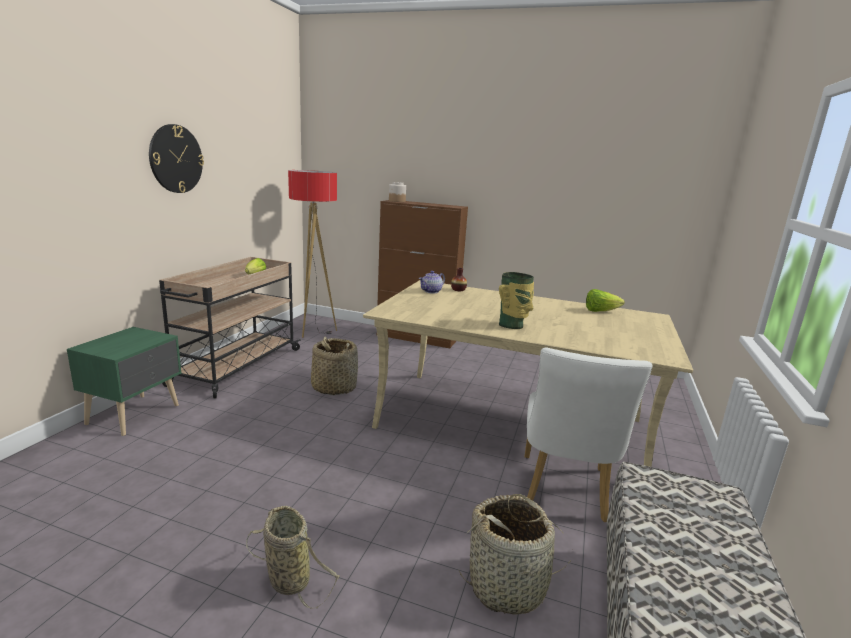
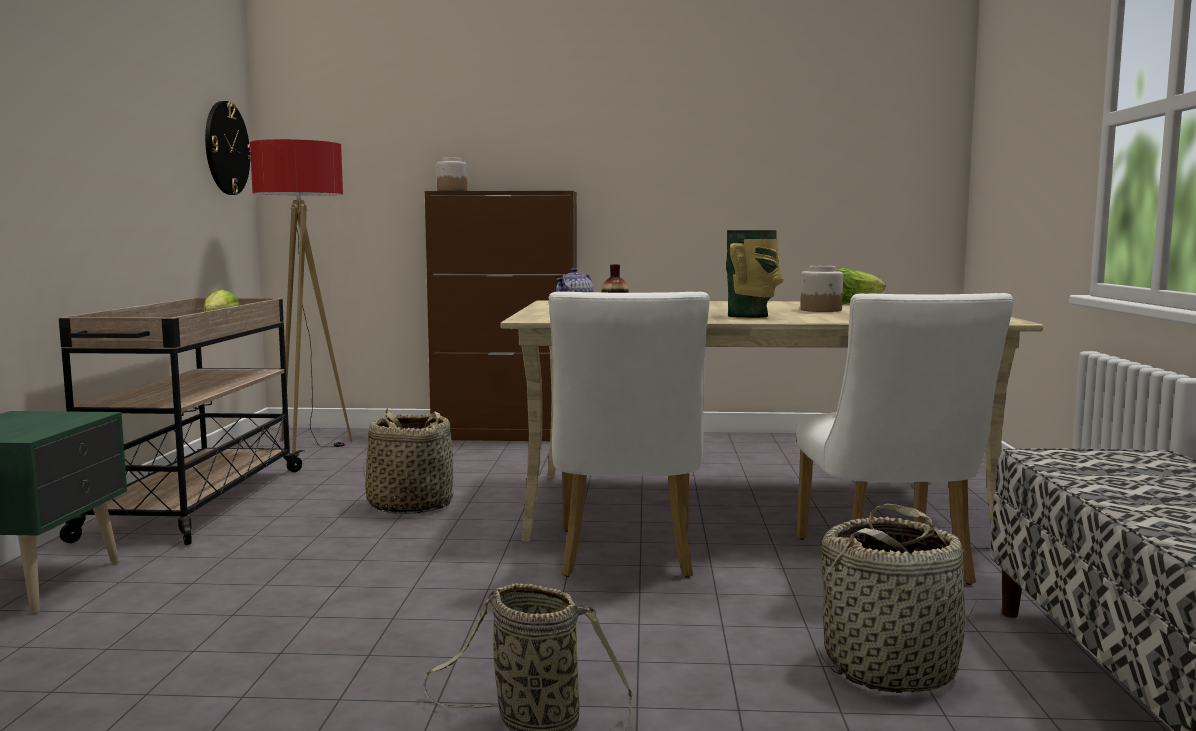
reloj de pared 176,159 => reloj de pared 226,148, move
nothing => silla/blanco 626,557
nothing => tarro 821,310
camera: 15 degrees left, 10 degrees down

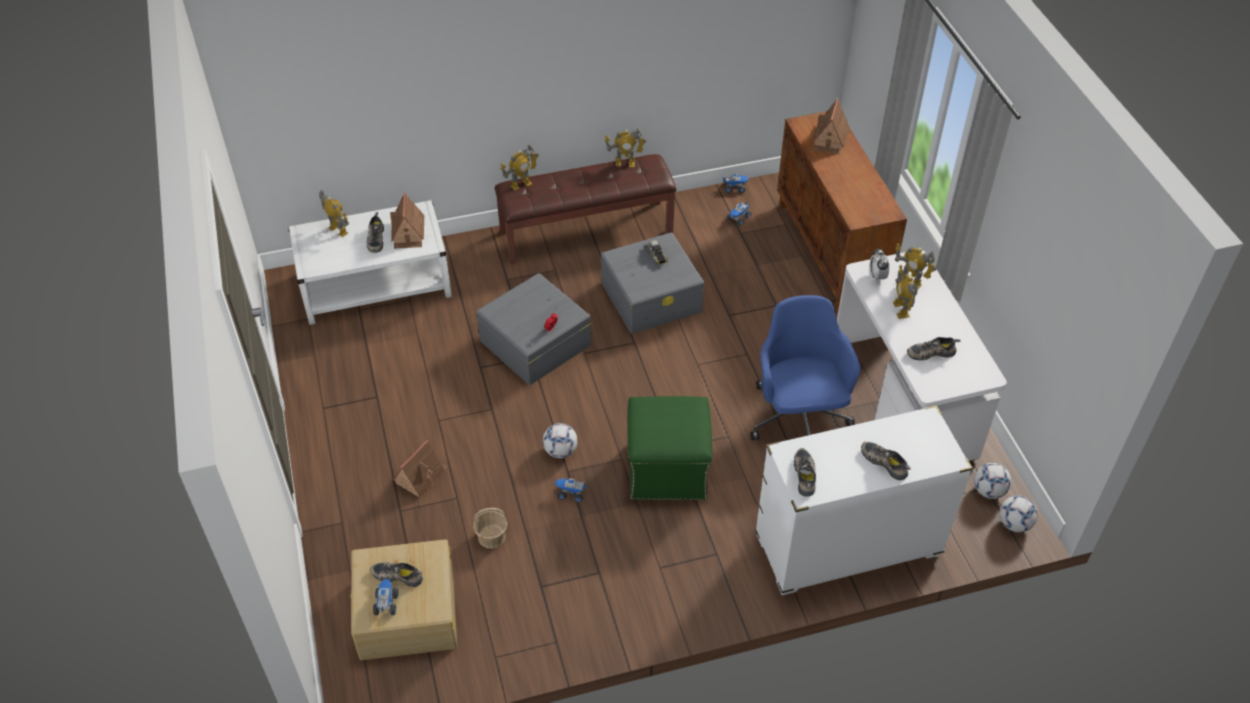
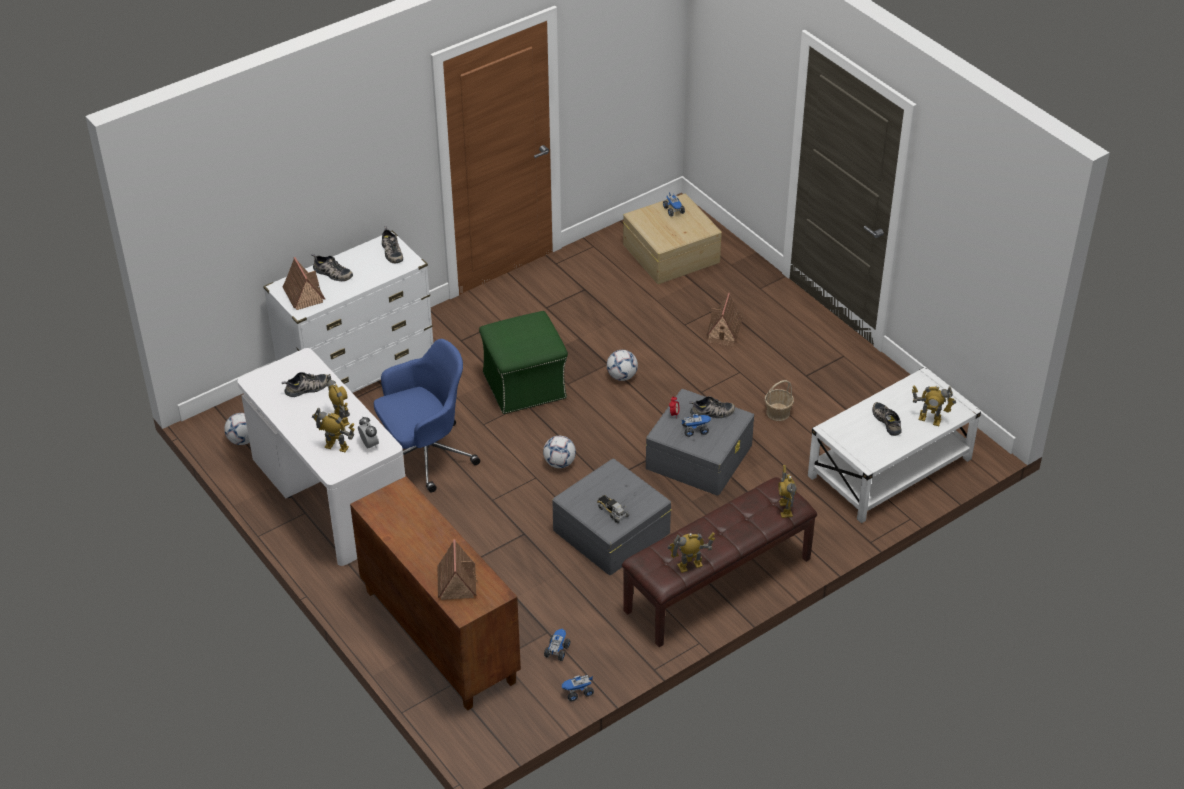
zapato 398,575 => zapato 712,413, move
casita 408,233 => casita 303,294, move
cesta 491,536 => cesta 778,412, move
robot de juguete 521,185 => robot de juguete 785,509, 45 degrees counterclockwise
camión de juguete 571,494 => camión de juguete 695,429, move
silla de oficina/azul 798,418 => silla de oficina/azul 425,455, 90 degrees counterclockwise
balón de fútbol 1014,524 => balón de fútbol 559,463, move
camera: 160 degrees right, 5 degrees down

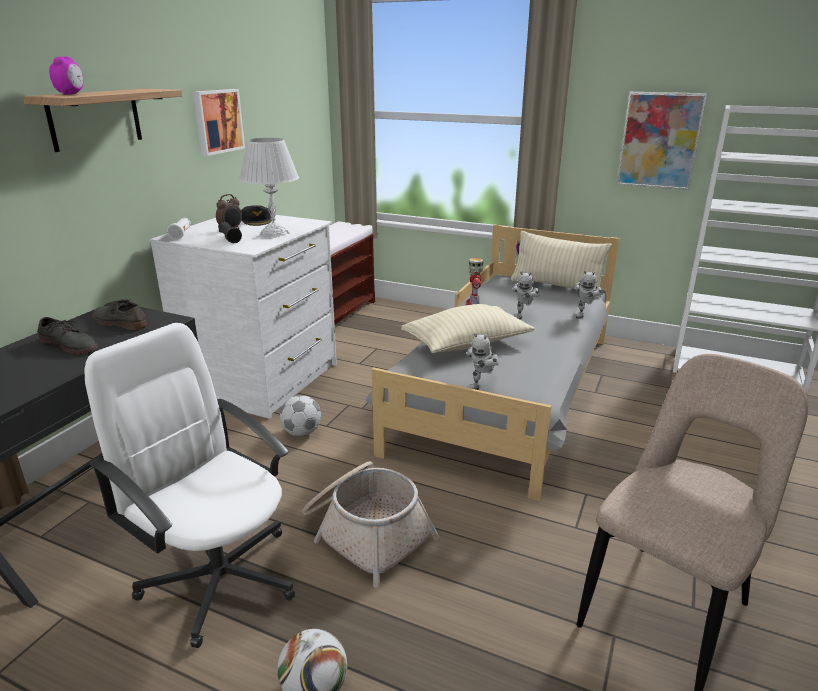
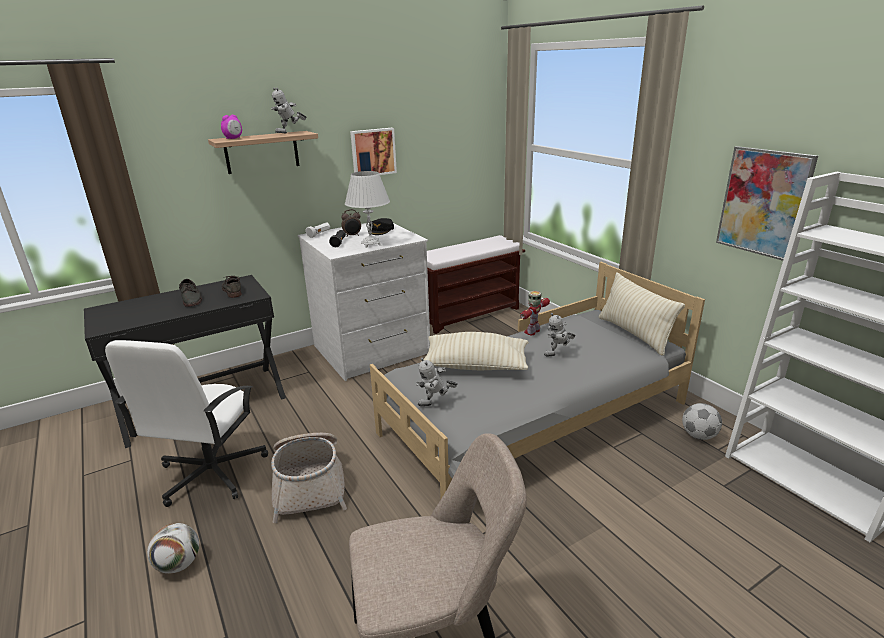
silla de oficina/blanco 220,577 => silla de oficina/blanco 210,473, 150 degrees counterclockwise
balón de fútbol 302,433 => balón de fútbol 698,436, move
robot de juguete 584,315 => robot de juguete 290,133, move
camera: 35 degrees right, 0 degrees up

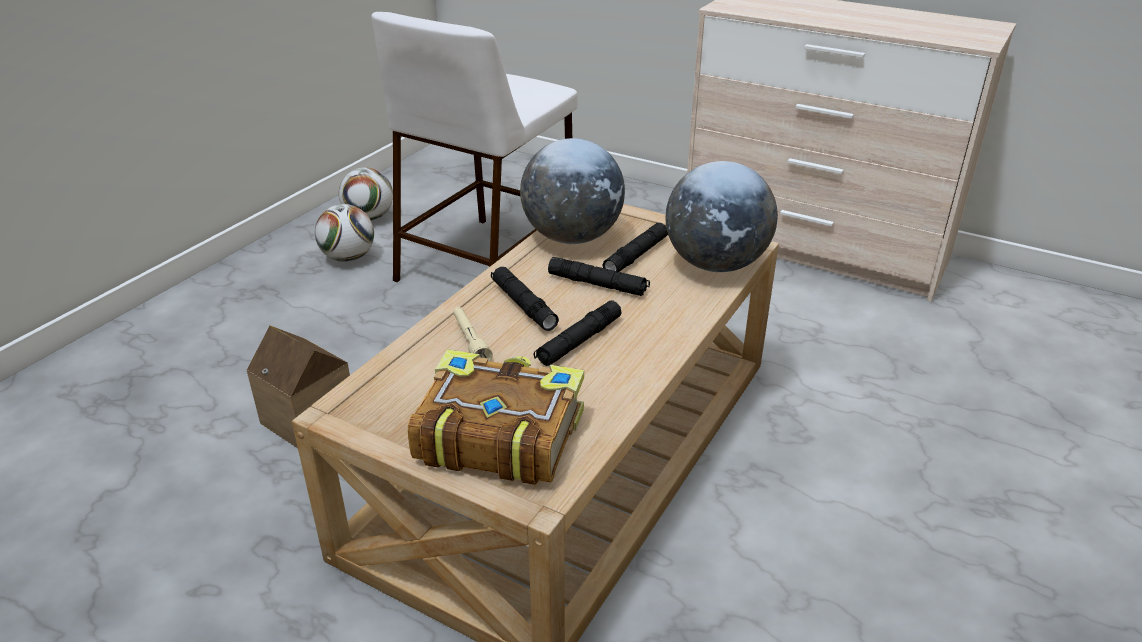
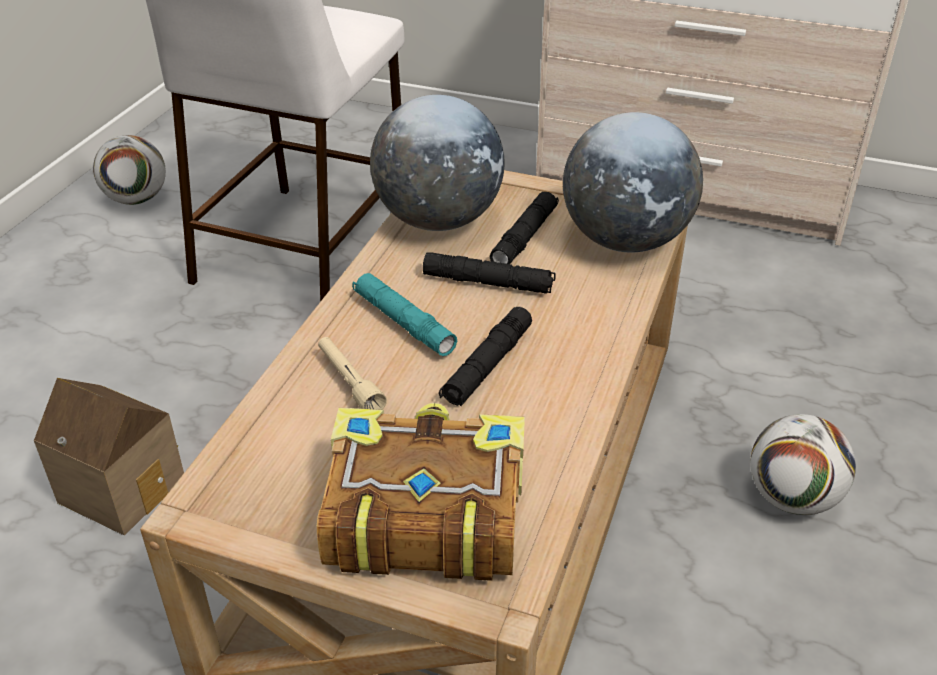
balón de fútbol 348,258 => balón de fútbol 791,498, move
linterna/negro 523,305 => linterna/turquesa 403,322
camera: 10 degrees left, 5 degrees up

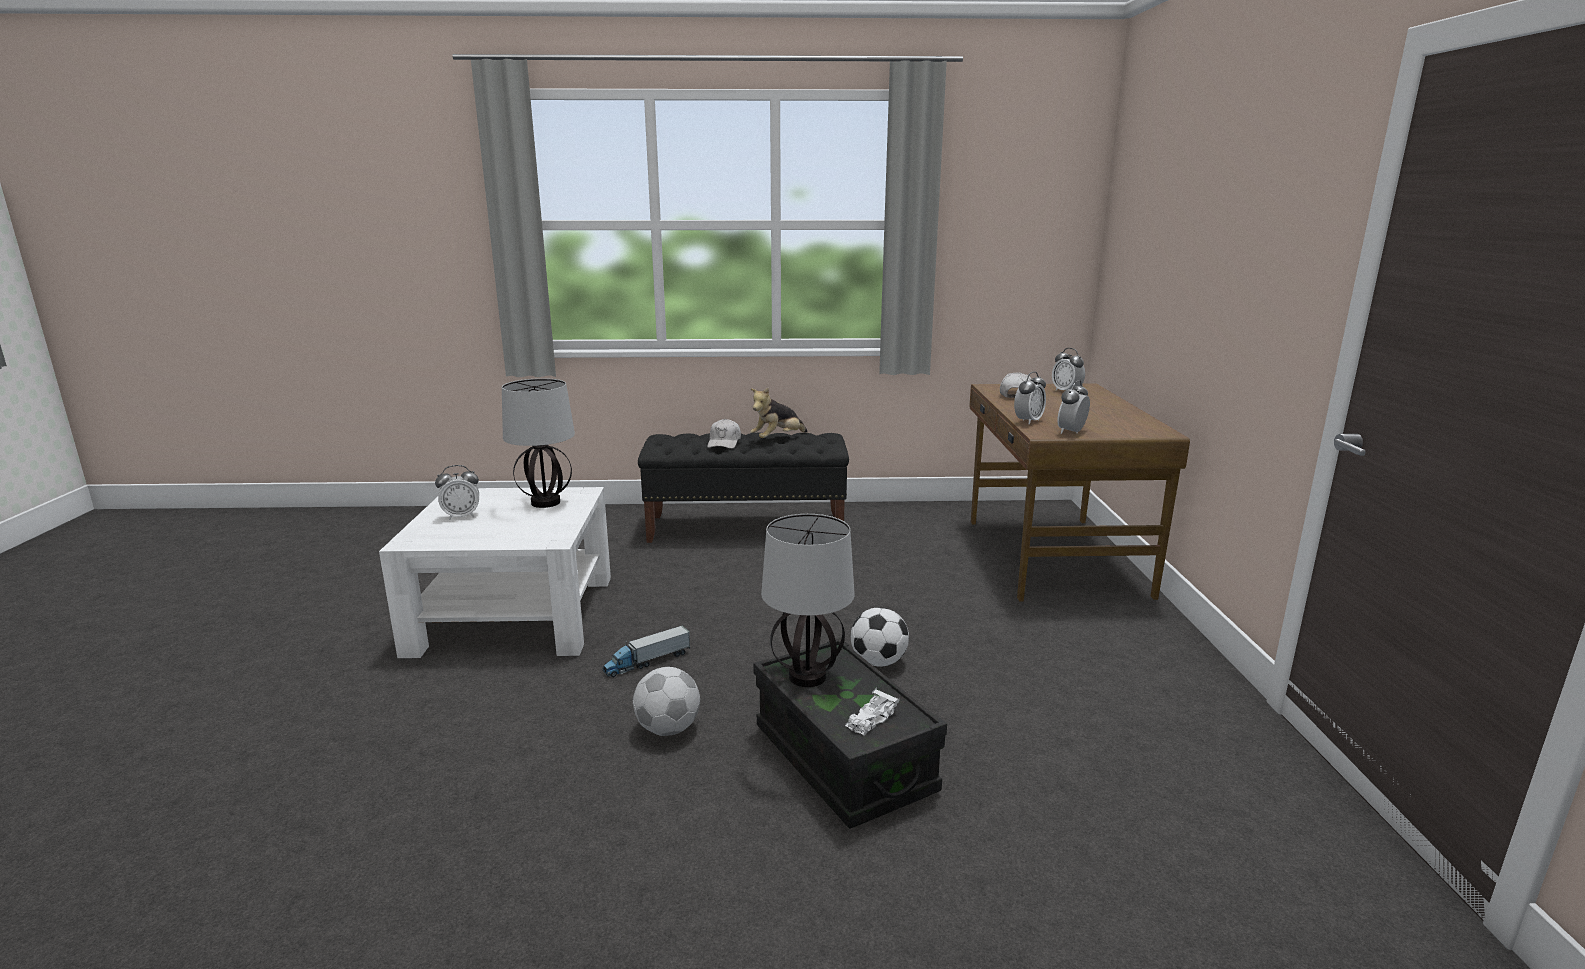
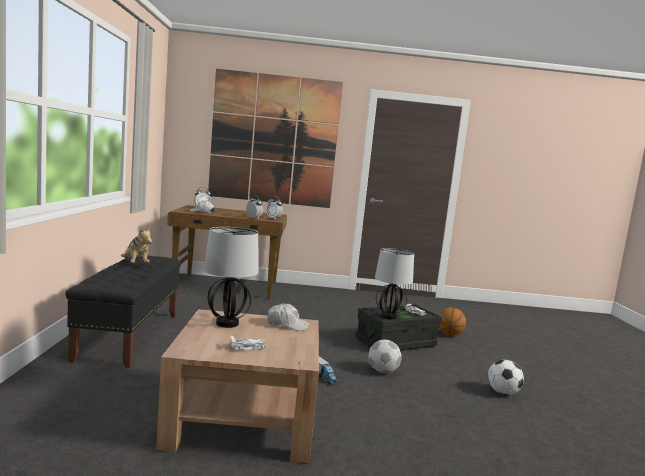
mesa de centro/blanco 514,614 => mesa de centro/marrón 244,417
despertador 461,516 => coche de juguete/blanco 247,347
gorra/blanco 724,443 => gorra/blanco 287,324, move
balón de fútbol 879,662 => balón de fútbol 502,392, move
nothing => cuadro 274,140
nothing => balón de baloncesto 449,334
camera: 90 degrees left, 10 degrees down

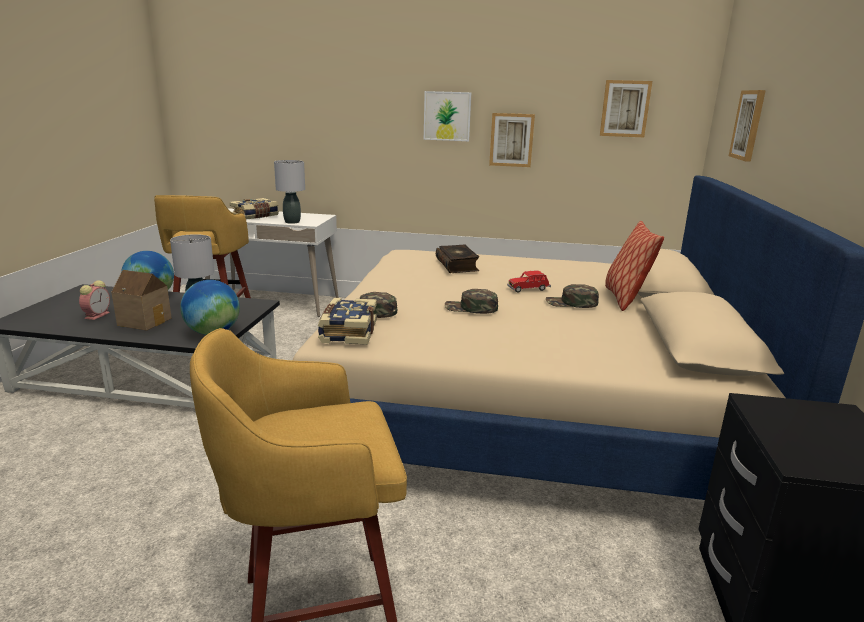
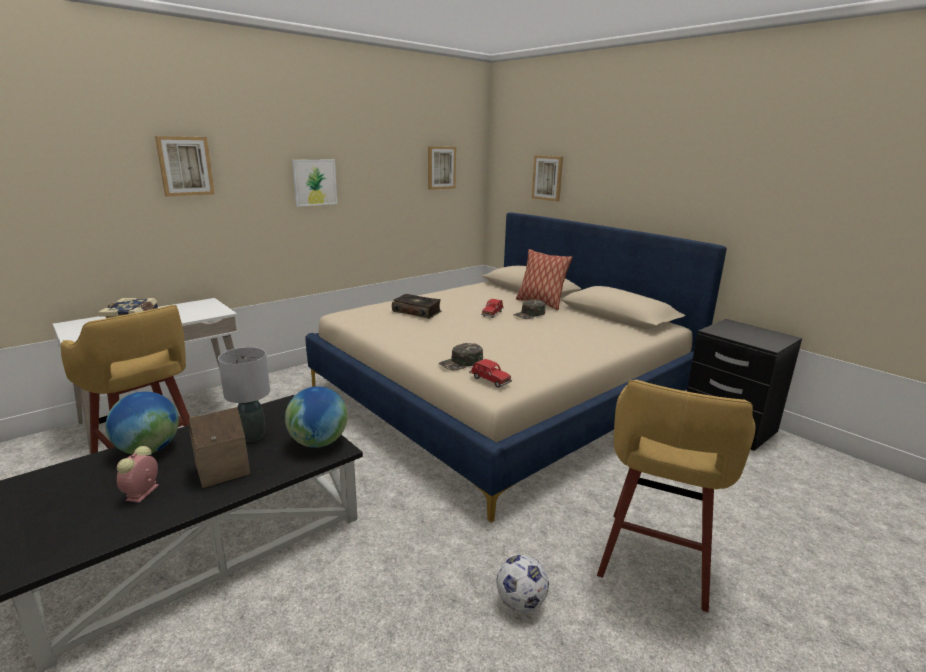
despertador 97,315 => despertador 142,493, 135 degrees counterclockwise
lámpara de mesa/gris 292,222 => nothing
libro 347,332 => coche de juguete/rojo 490,380
gorra/verde 471,308 => nothing
cuadro 511,140 => cuadro 185,166, move
nothing => balón de fútbol 521,602
camera: 50 degrees left, 0 degrees up

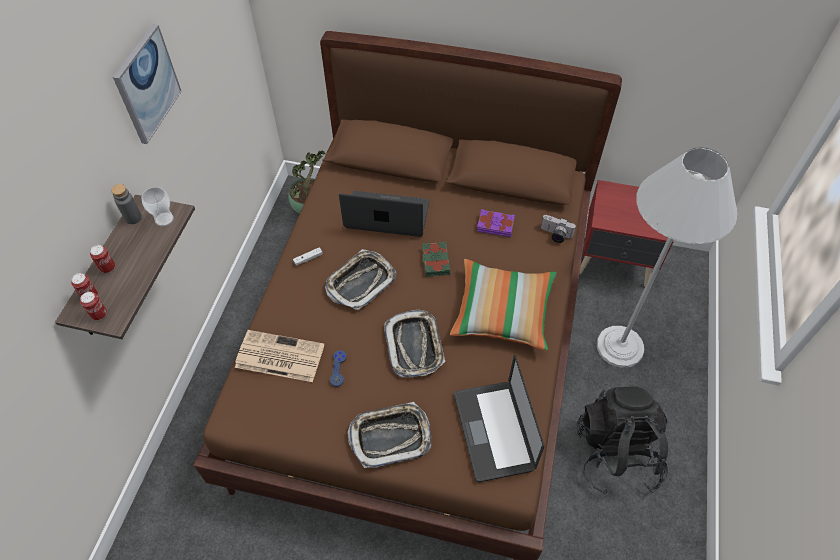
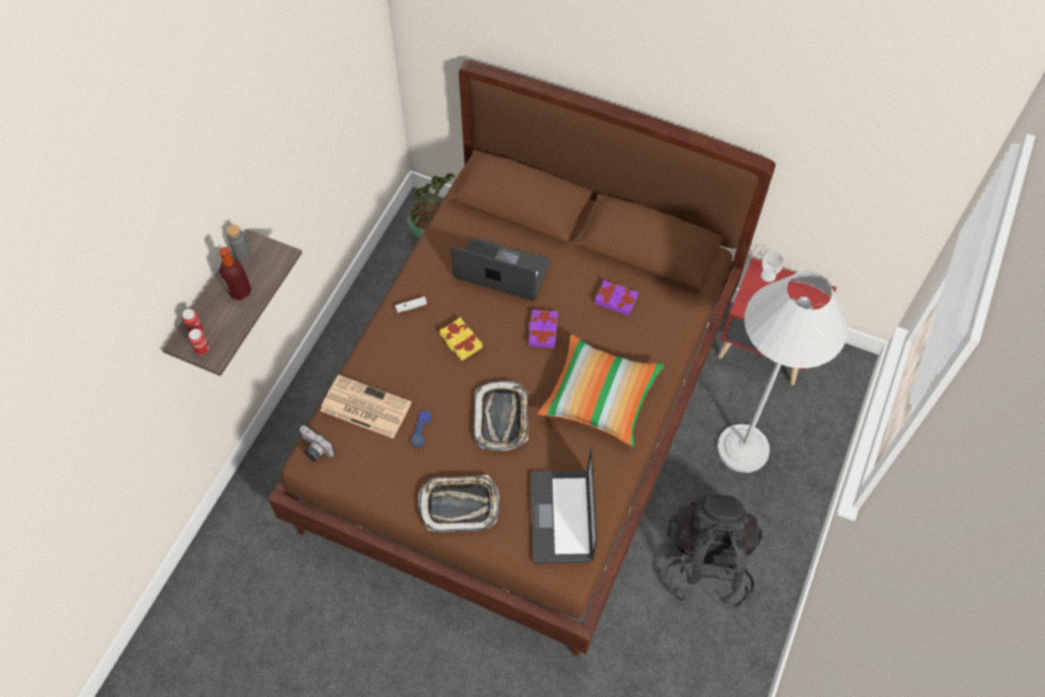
lata 108,268 => nothing
cuadro 147,84 => nothing
taza 164,219 => taza 768,276, move
bandeja 361,282 => libro/amarillo 460,341
libro/verde 435,261 => libro/morado 542,331
cámara 555,235 => cámara 314,449, move
nothing => botella 240,291
camera: 10 degrees right, 5 degrees up

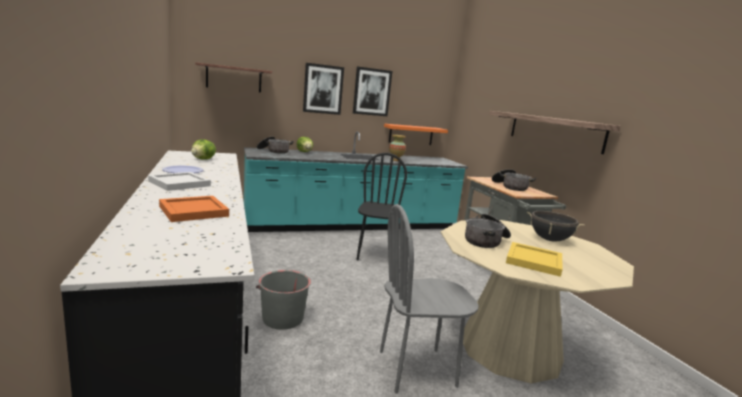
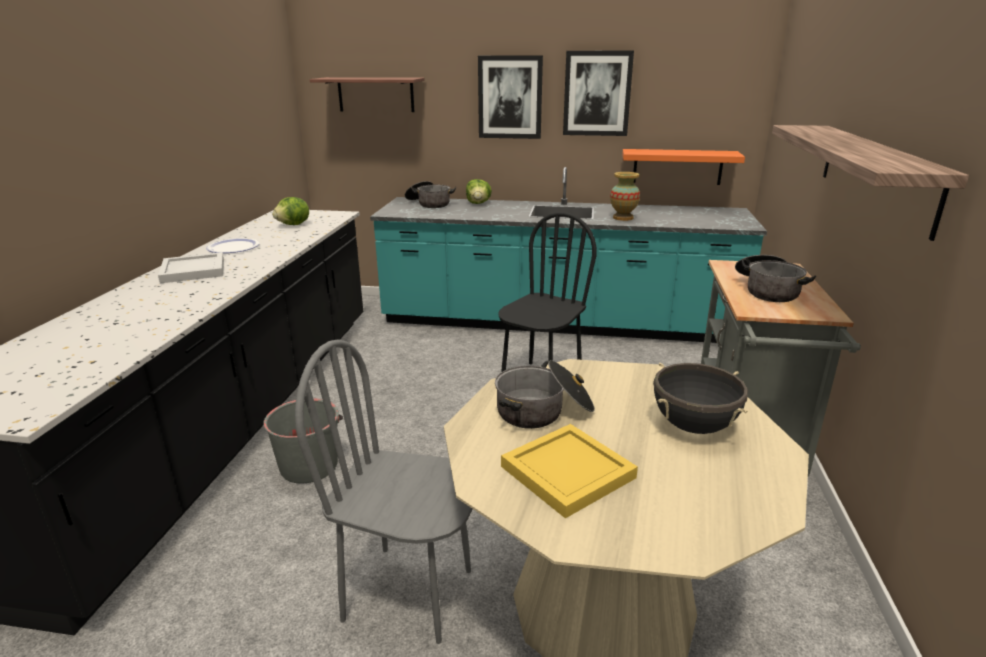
bandeja/naranja 195,211 => nothing
camera: 30 degrees right, 10 degrees up

